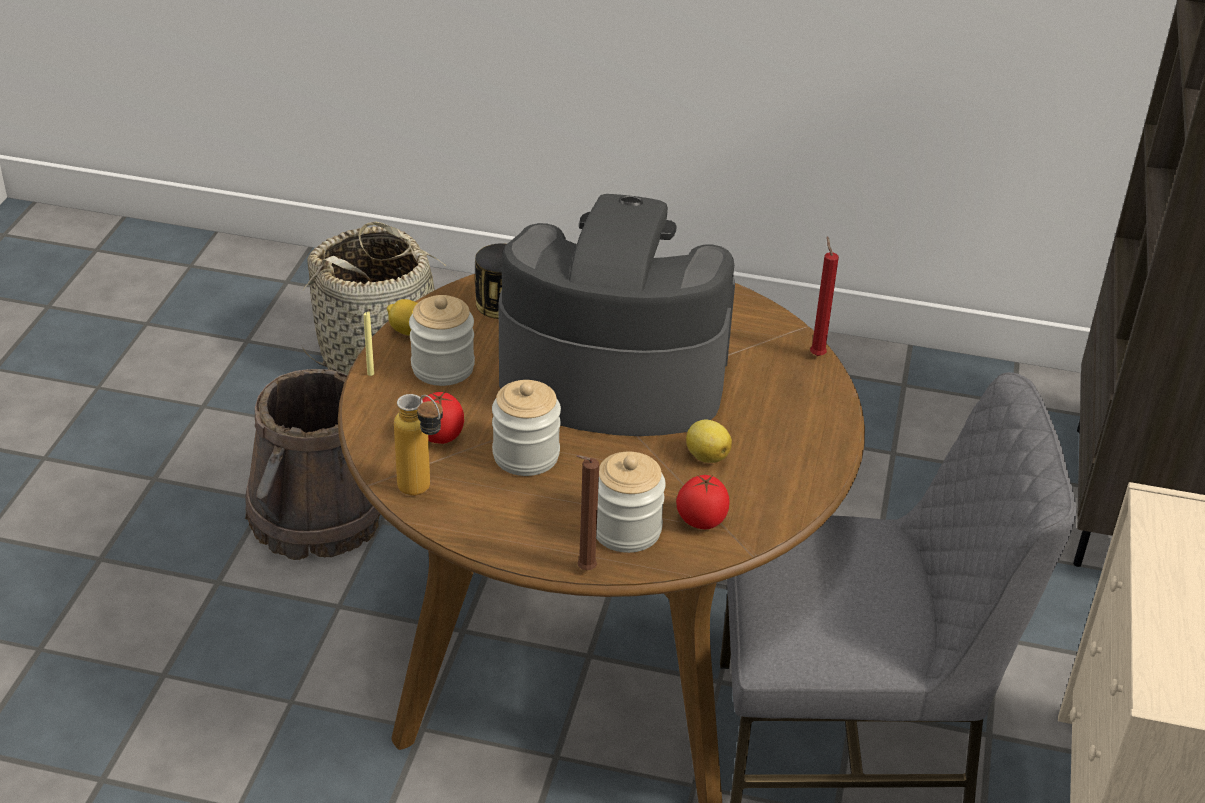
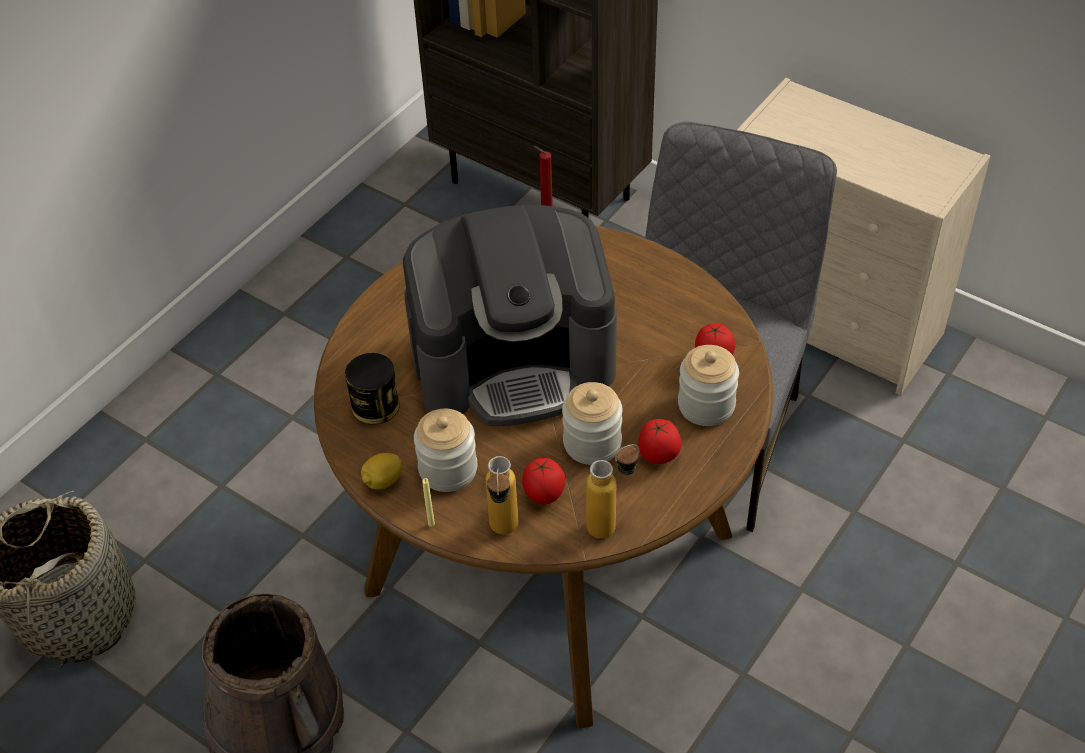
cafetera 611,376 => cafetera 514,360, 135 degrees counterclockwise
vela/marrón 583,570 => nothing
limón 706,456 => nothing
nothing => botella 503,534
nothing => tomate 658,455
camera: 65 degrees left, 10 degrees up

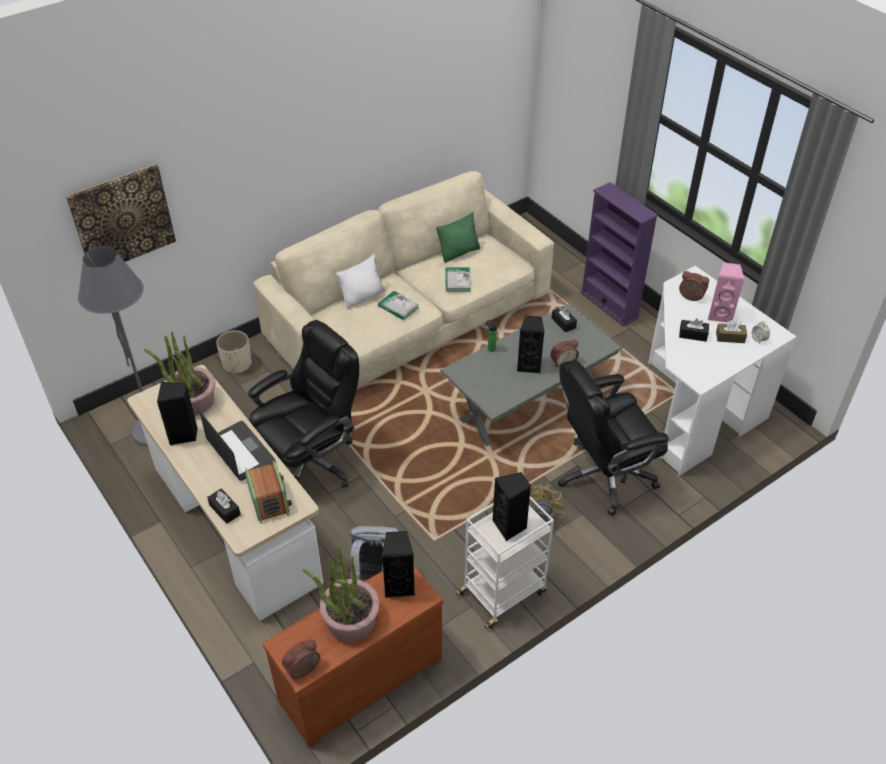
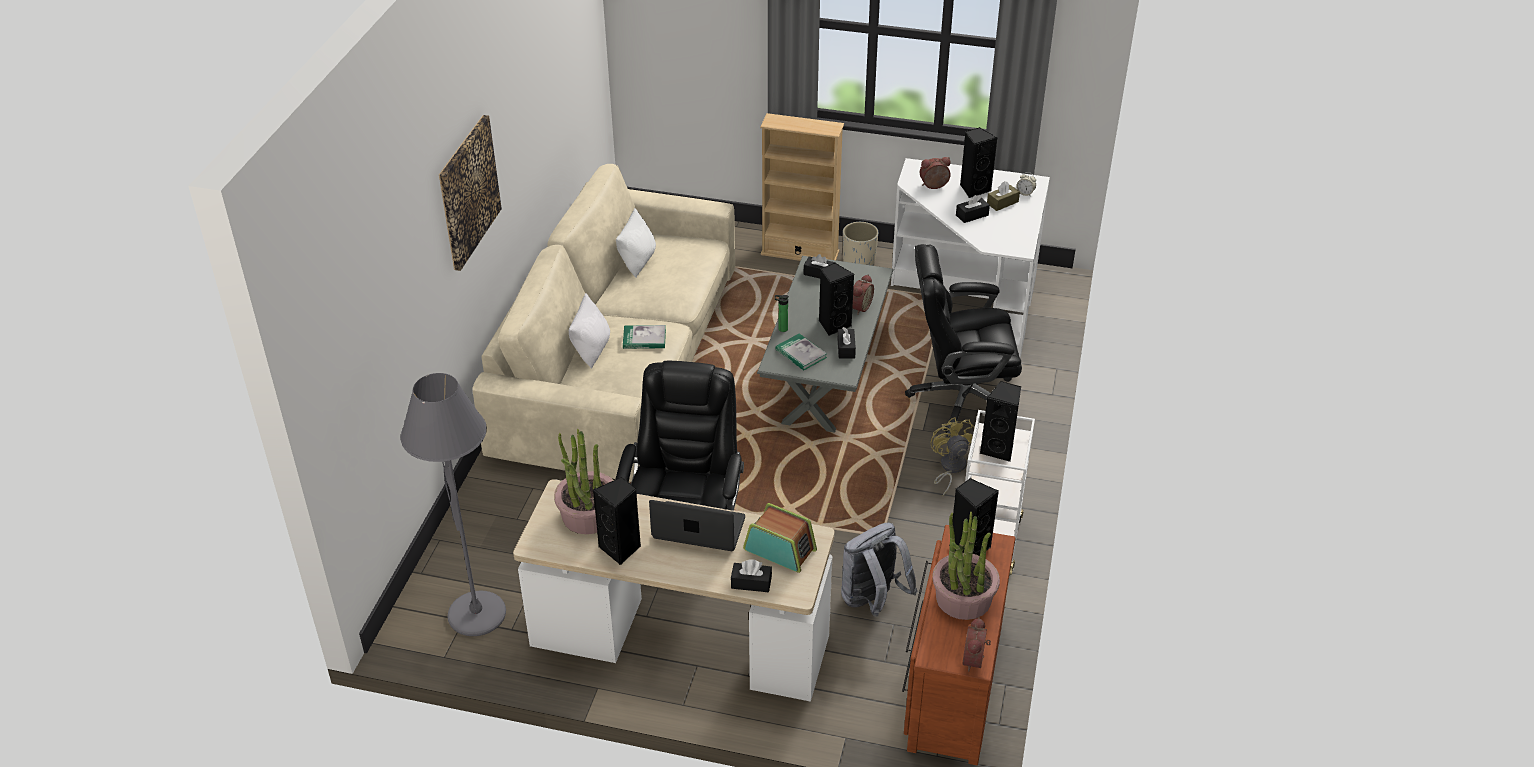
cuadro 122,218 => cuadro 468,192, move
maceta/beis 237,364 => maceta/beis 858,261, move
cojín/verde 459,252 => cojín/blanco 637,261
libro 457,281 => libro 801,354, move
silla de oficina/negro 604,475 => silla de oficina/negro 960,398, 60 degrees clockwise
estantería/morado 609,305 => estantería/beis 800,253
altavoz/rosa 720,315 => altavoz/negro 974,189
nothing => caja de pañuelos/negro 846,348
camera: 40 degrees left, 5 degrees down

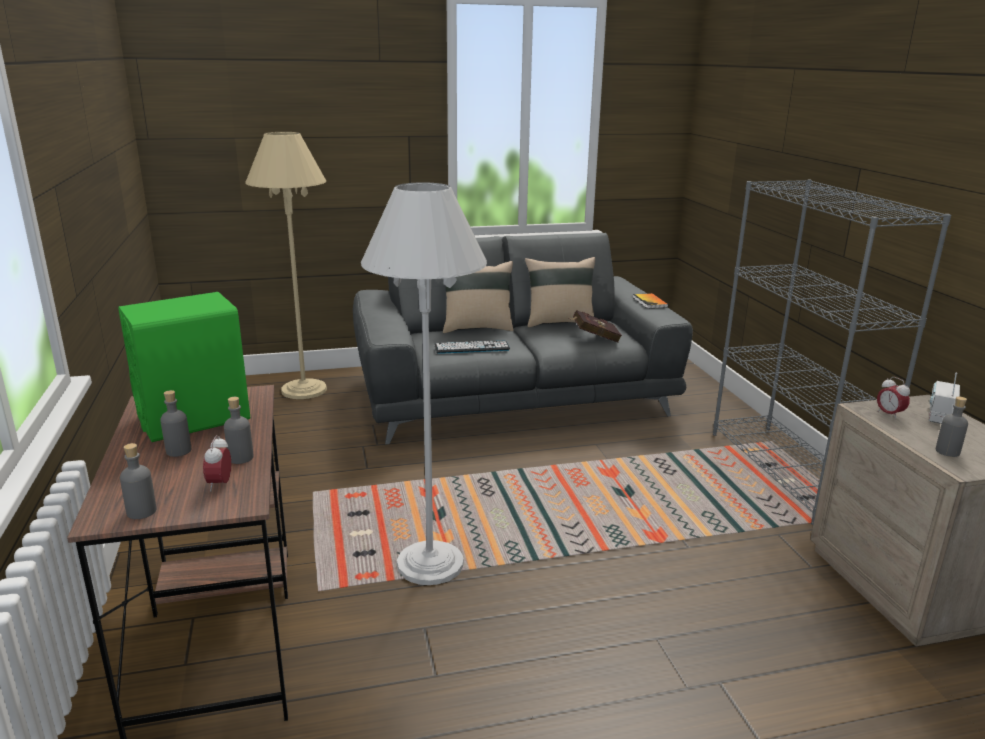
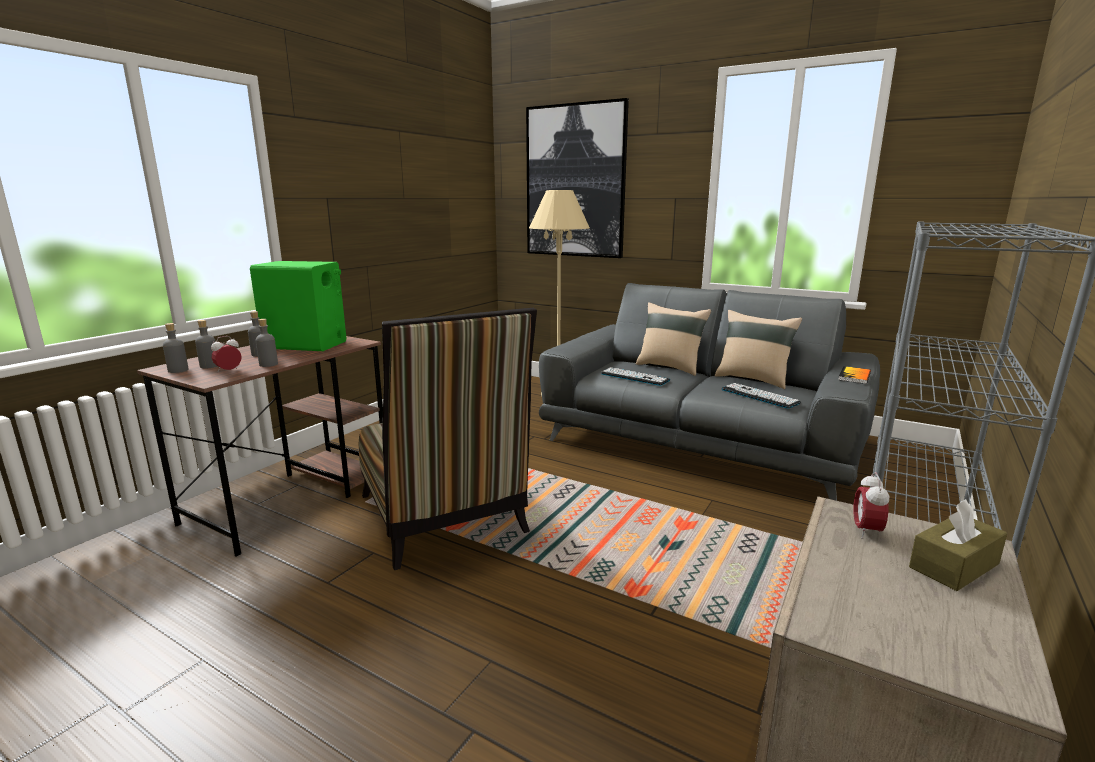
lámpara de pie/blanco 430,563 => silla 444,519
libro/rojo 593,338 => teclado 759,396
radio 940,417 => caja de pañuelos/marrón 954,566
botella/gris 947,451 => botella/gris 209,366, move
nothing => cuadro 575,182
camera: 45 degrees right, 5 degrees down

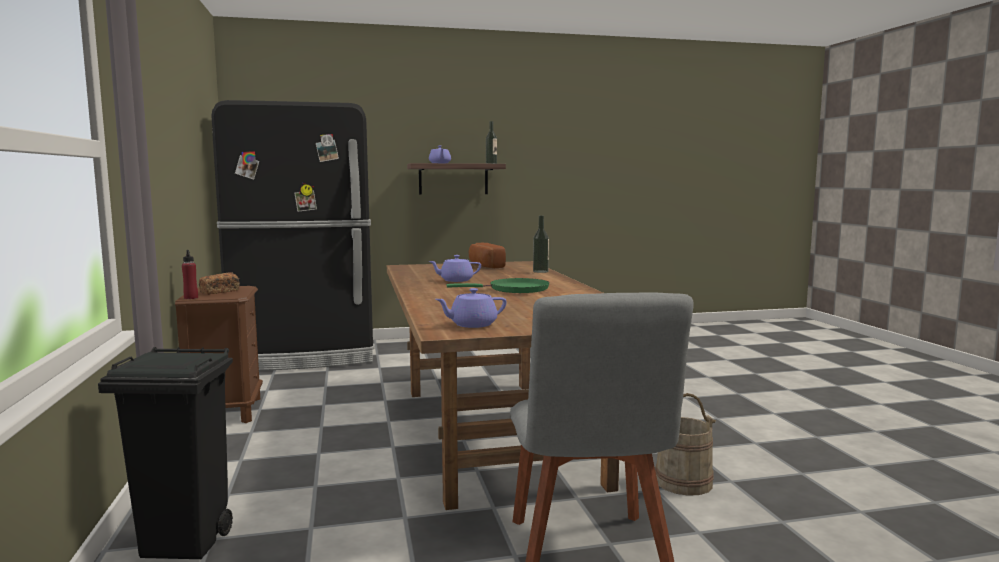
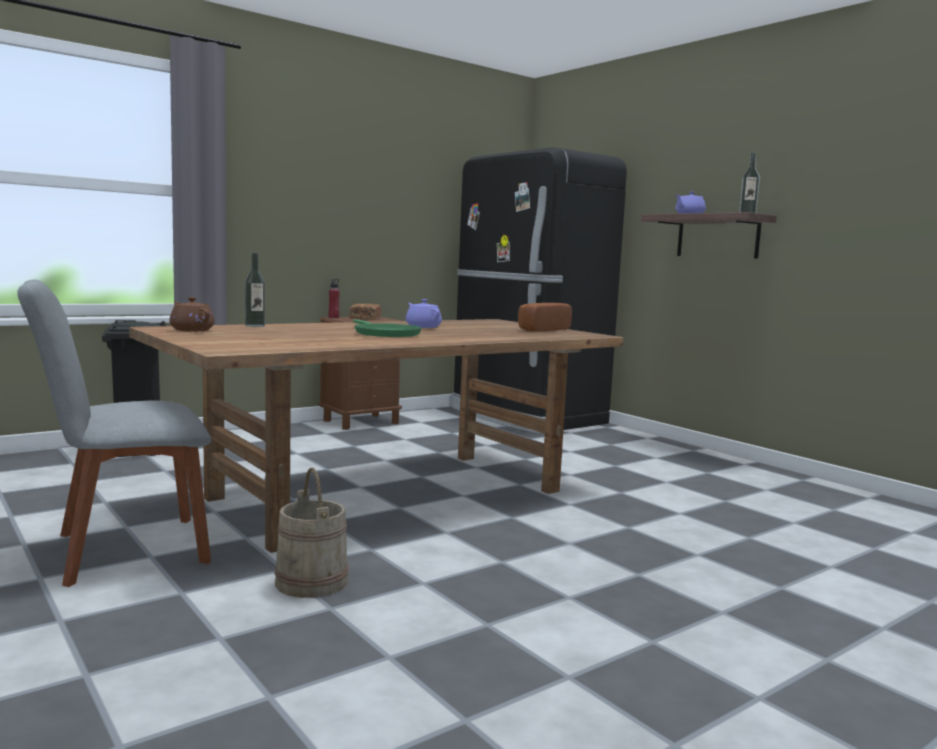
tetera/morado 472,325 => tetera/marrón 191,330
botella 540,271 => botella 255,326, move
camera: 65 degrees right, 0 degrees up

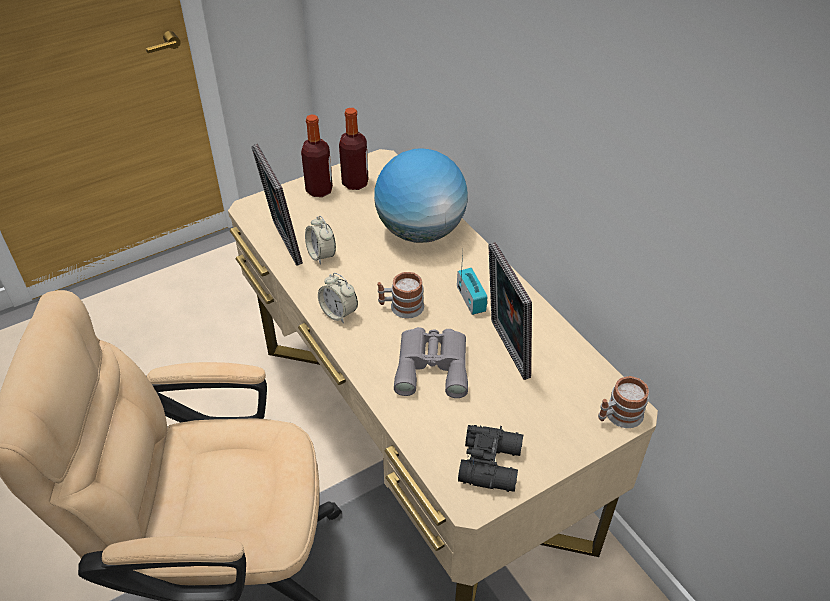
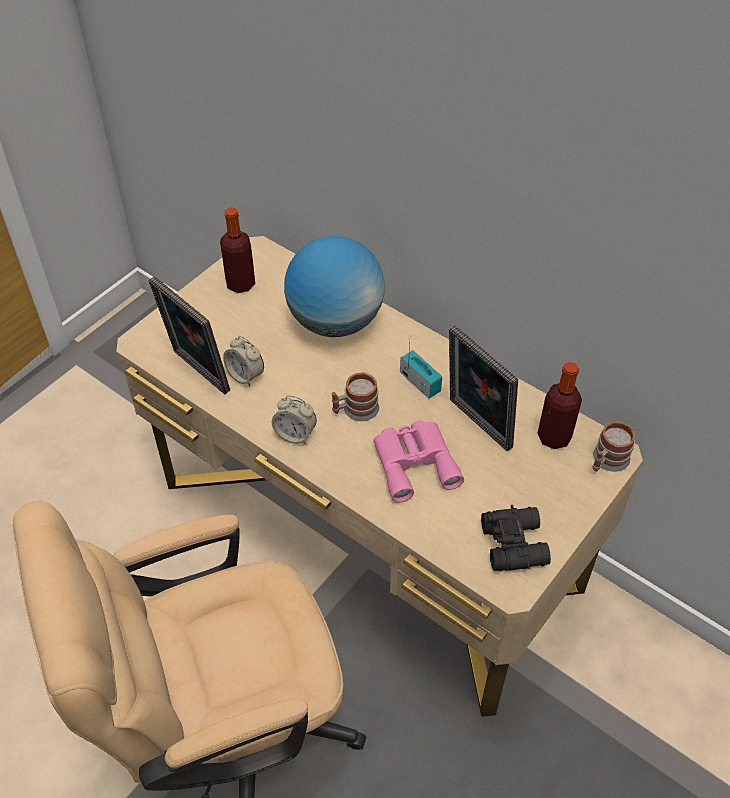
botella 319,190 => botella 554,437, move
prismáticos/gris 432,365 => prismáticos/rosa 414,462
camera: 20 degrees left, 5 degrees up

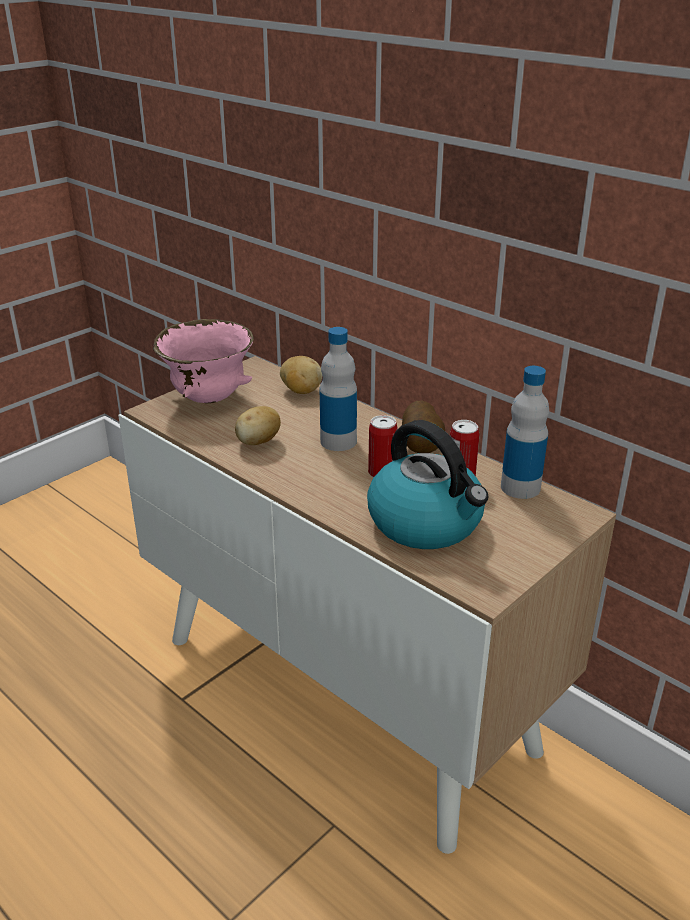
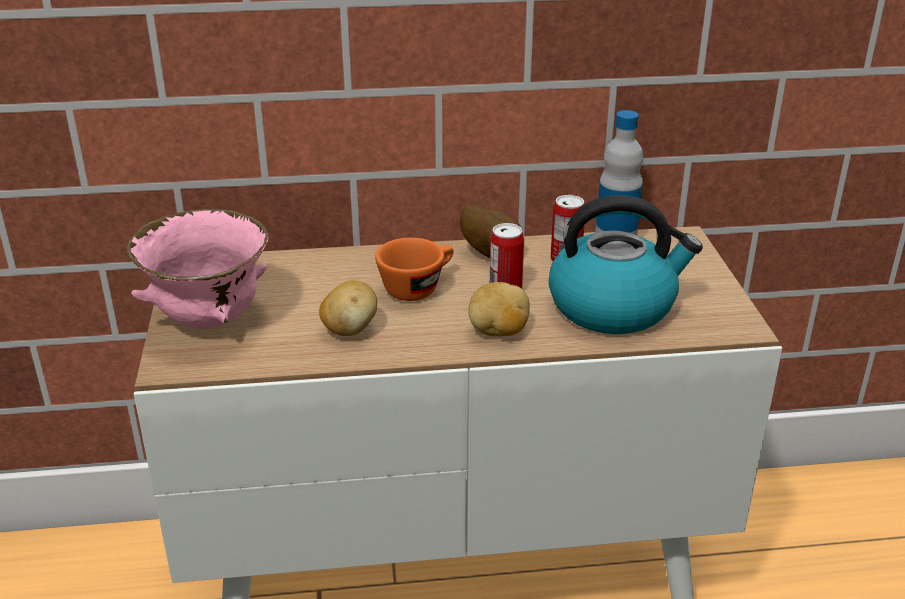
patata 300,391 => patata 498,332, move
botella 338,441 => taza/naranja 417,287
camera: 50 degrees left, 0 degrees up

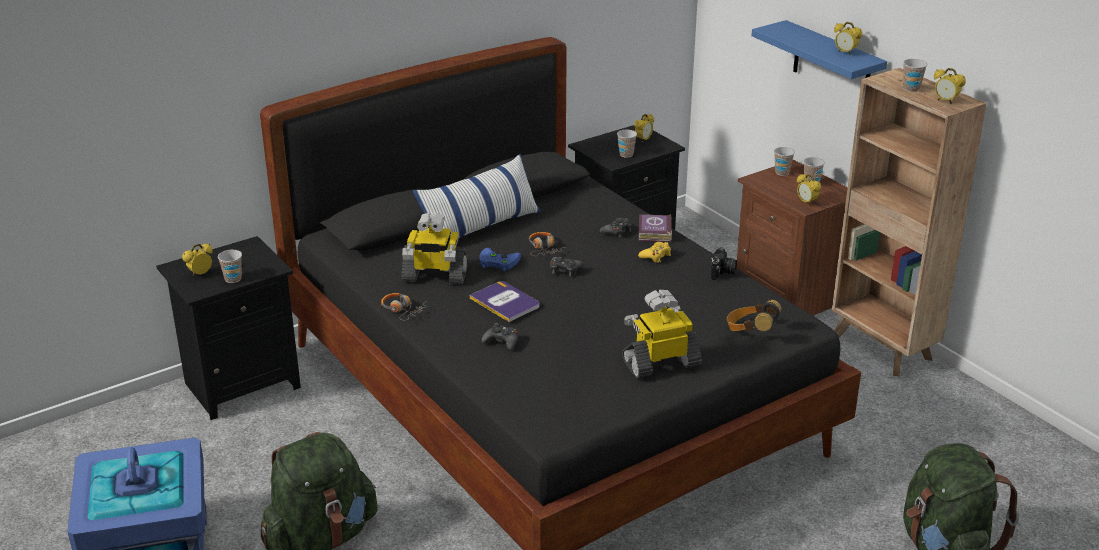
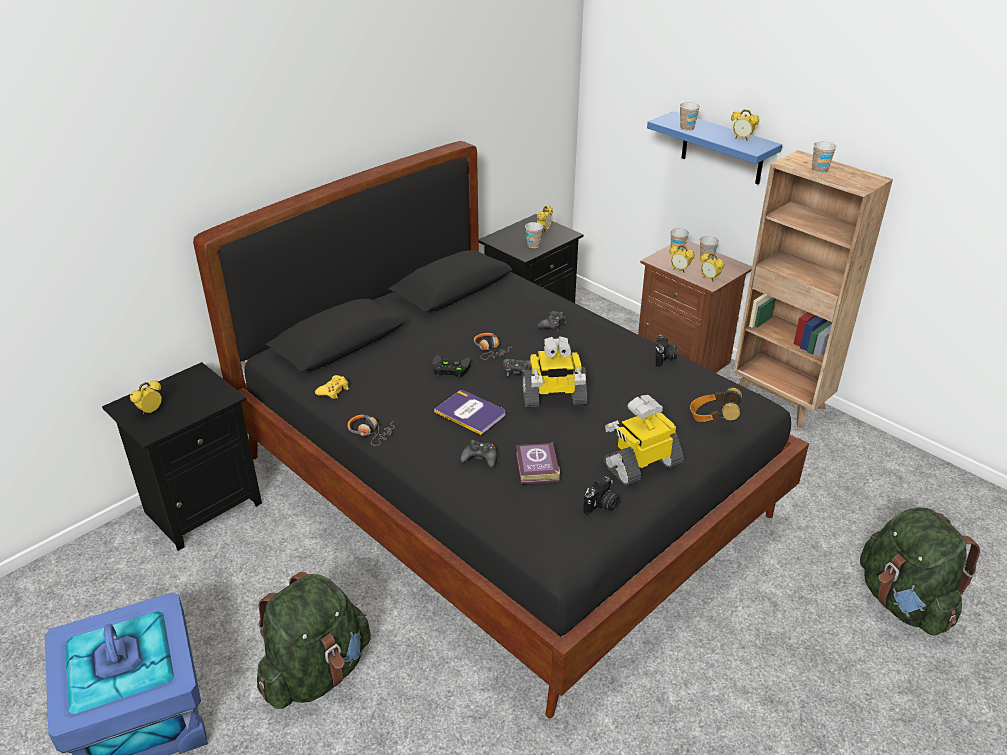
taza 233,279 => taza 687,128, move
robot de juguete 434,276 => robot de juguete 553,397, move
cojín 480,227 => nothing
mando de consola/azul 497,262 => mando de consola/negro 449,369
libro 653,232 => libro 536,468, move
mando de consola/amarillo 656,256 => mando de consola/amarillo 333,391, move
despertador 945,101 => despertador 679,270, move
nothing => cámara 602,506
camera: 10 degrees left, 5 degrees up

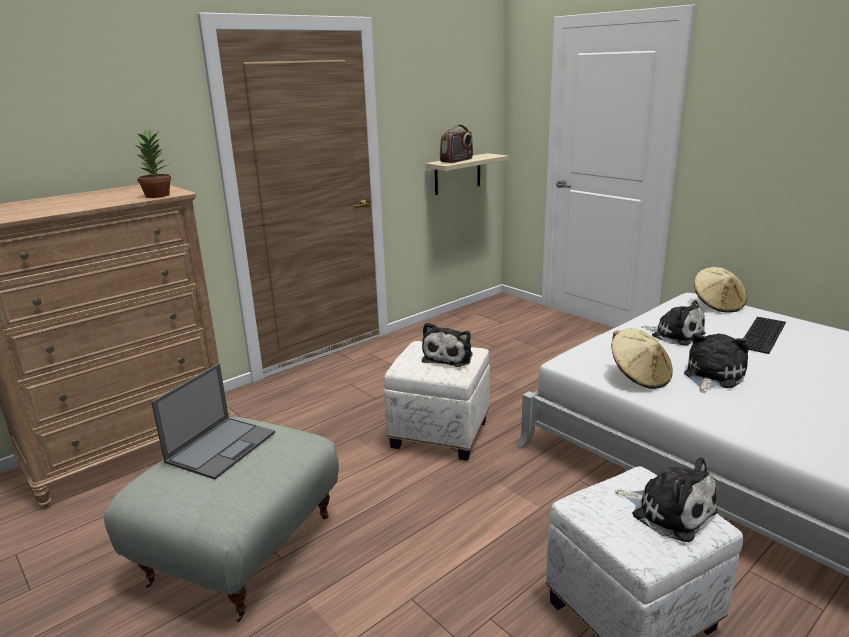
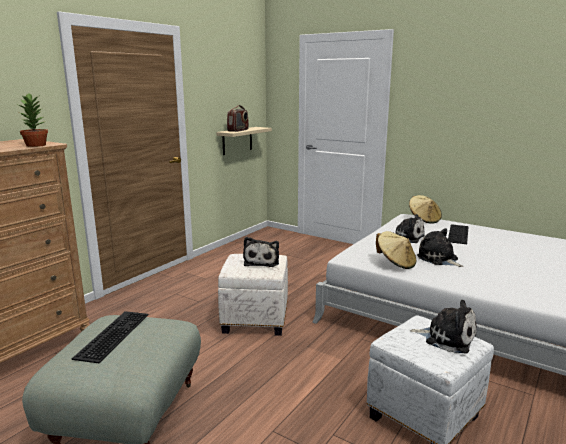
portátil 222,446 => teclado 112,334
peluche 711,376 => peluche 439,259, 60 degrees counterclockwise
camera: 15 degrees left, 5 degrees down

